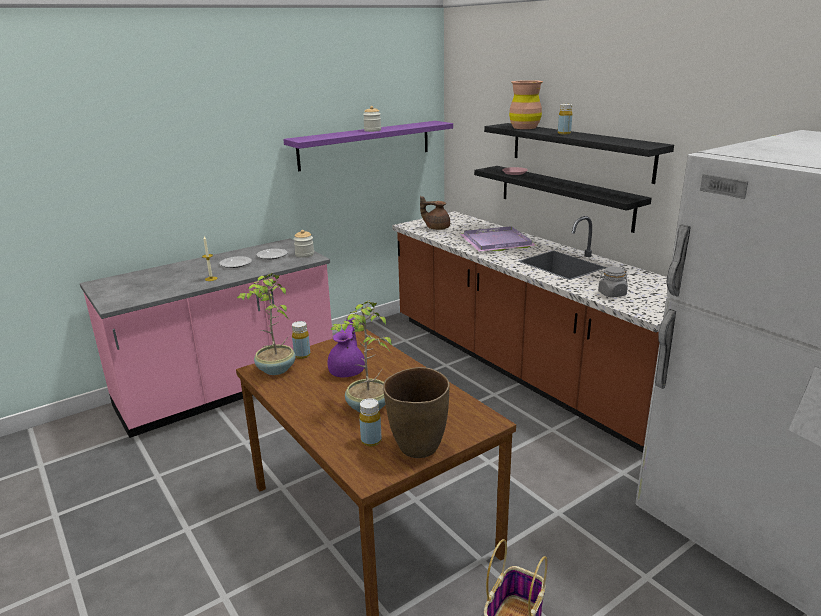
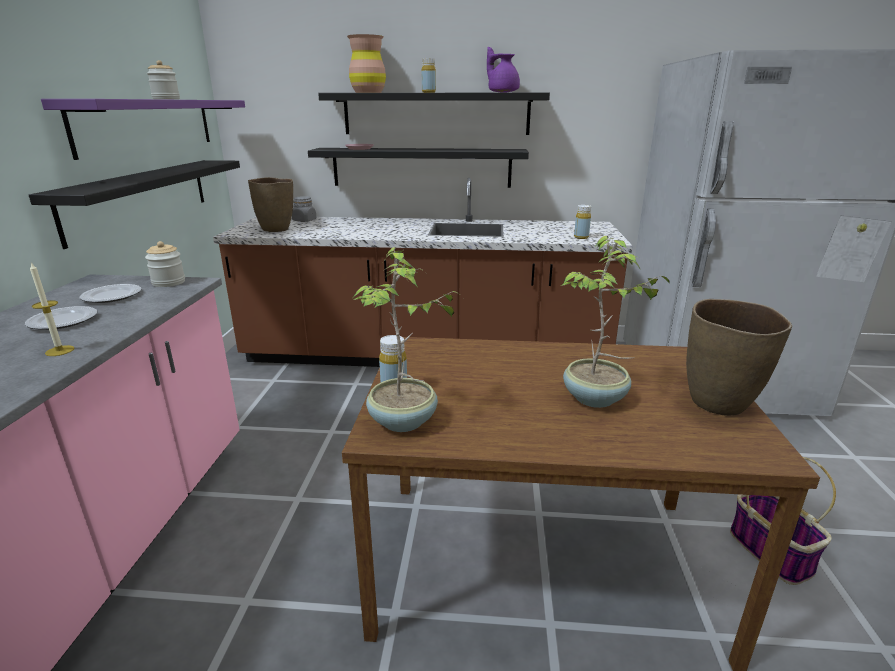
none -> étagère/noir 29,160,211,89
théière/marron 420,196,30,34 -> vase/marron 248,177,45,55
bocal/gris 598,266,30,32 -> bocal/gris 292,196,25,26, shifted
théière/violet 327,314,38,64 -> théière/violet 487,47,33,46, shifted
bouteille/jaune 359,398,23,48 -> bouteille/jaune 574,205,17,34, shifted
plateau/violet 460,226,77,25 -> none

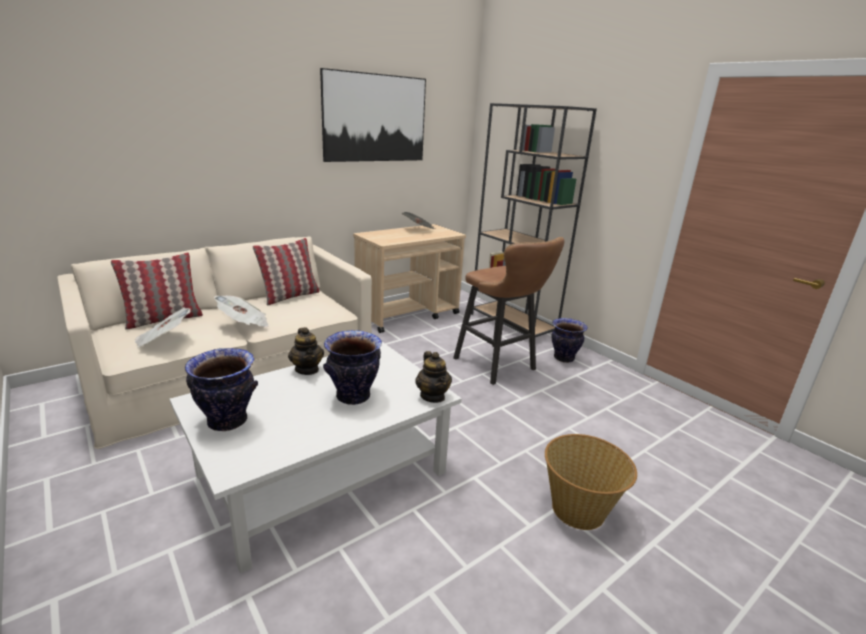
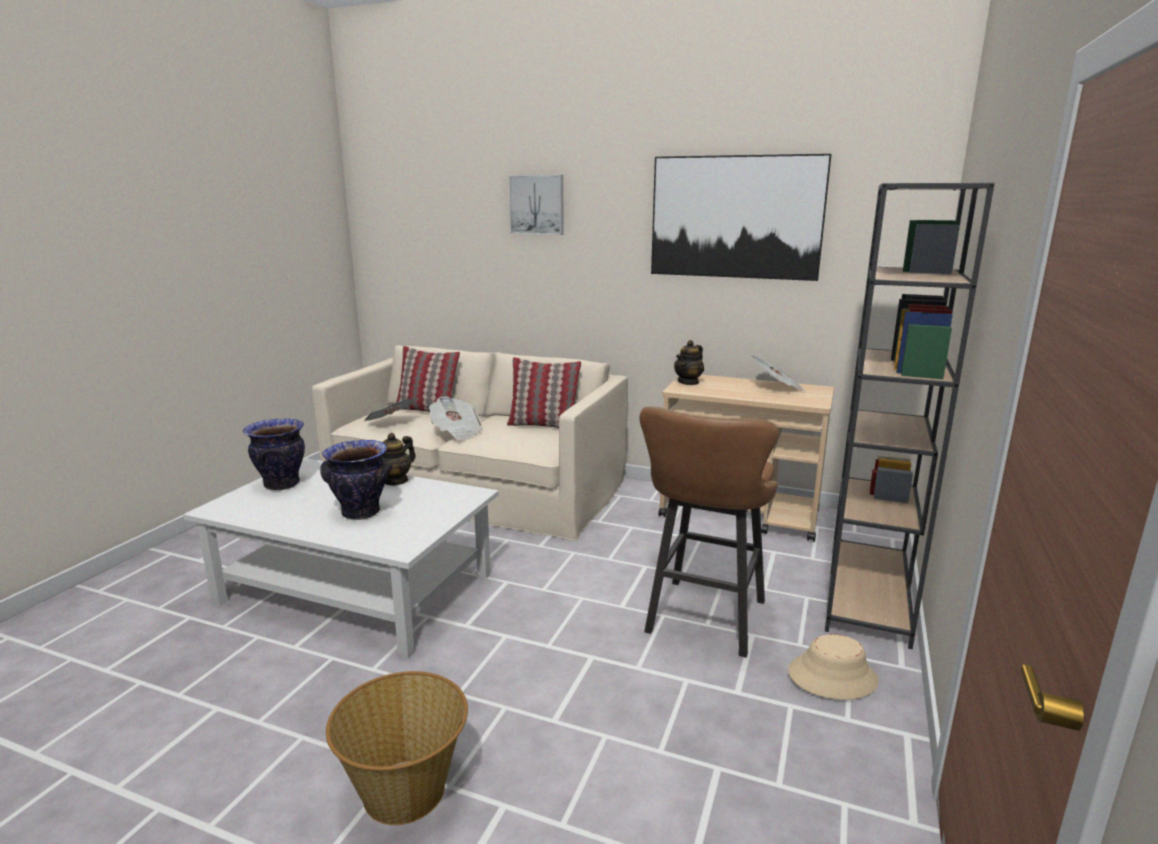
none -> tableau 508,175,56,60
théière 415,351,37,52 -> théière 674,340,30,45, shifted
vase 551,318,37,45 -> chapeau/beige 788,634,91,66

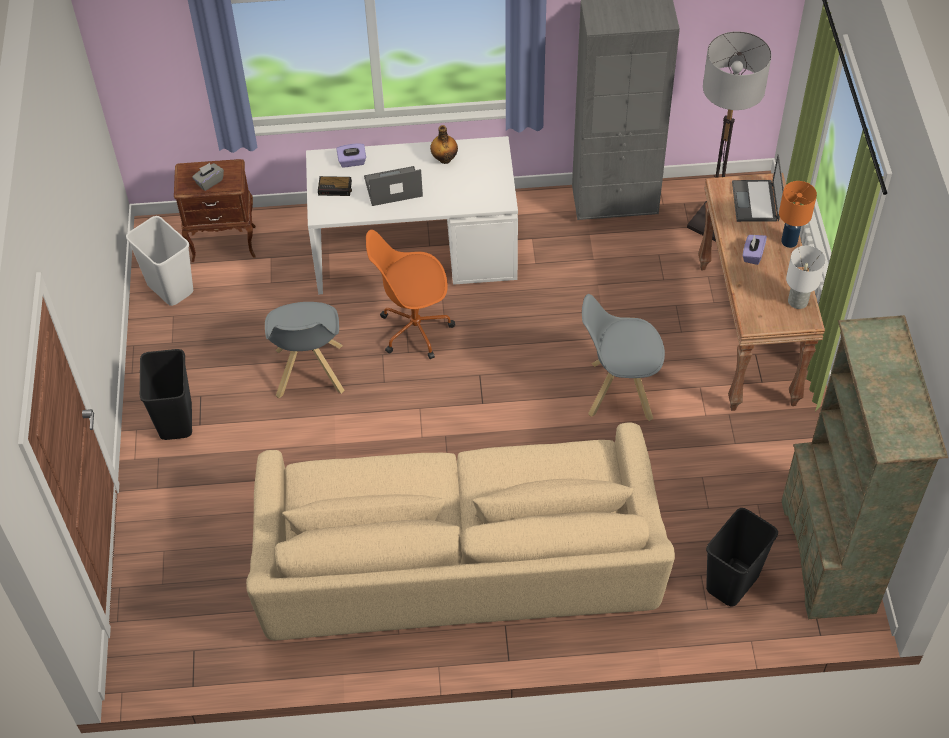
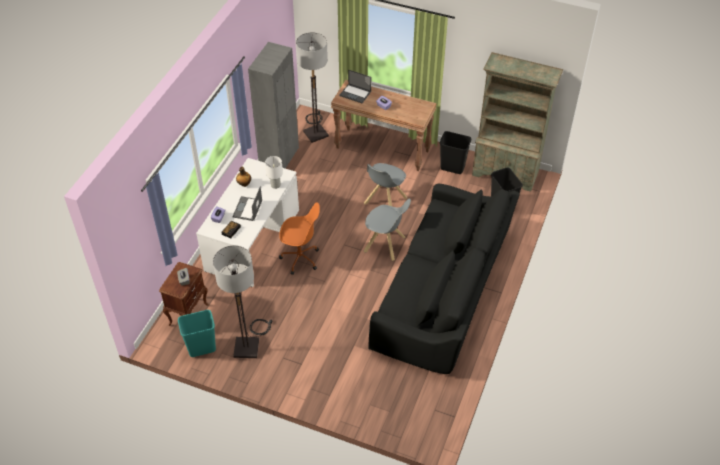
poubelle/blanc 126,216,67,90 -> poubelle/turquoise 178,310,38,47
none -> lampadaire 213,245,60,113
lampe de table/blanc 786,246,39,63 -> lampe de table/blanc 265,156,18,33, shifted
chaise de bureau/orange 366,230,89,129 -> chaise de bureau/orange 279,202,41,73, 105 degrees counterclockwise
chaise/gris 265,302,80,97 -> chaise/gris 364,198,47,63, shifted
canapé/beige 246,422,429,218 -> canapé/noir 368,184,152,190
poubelle/noir 140,349,52,91 -> poubelle/noir 440,131,31,43, shifted
lampe de table/orange 779,181,38,67 -> none

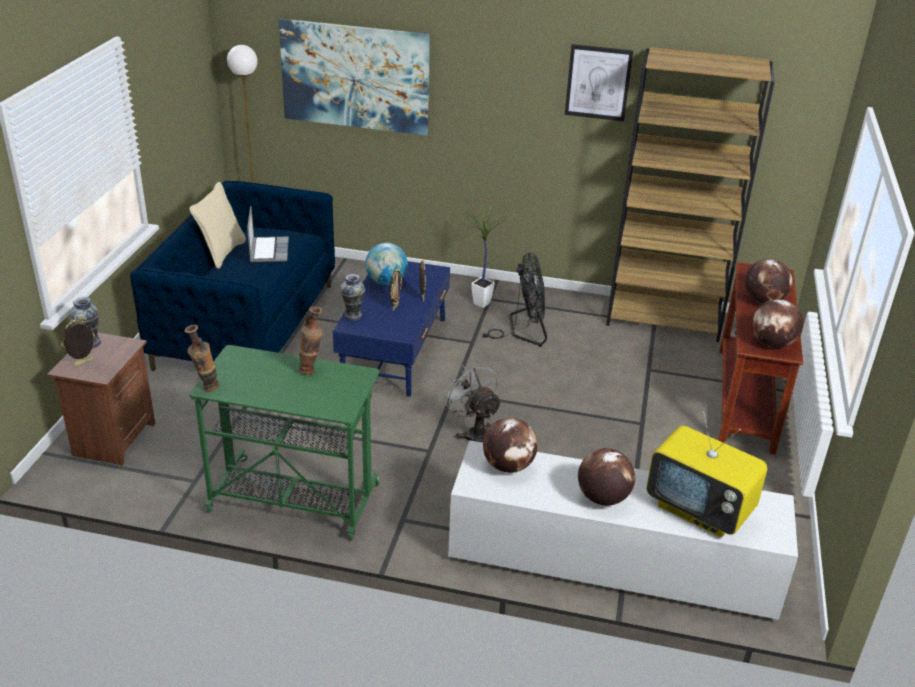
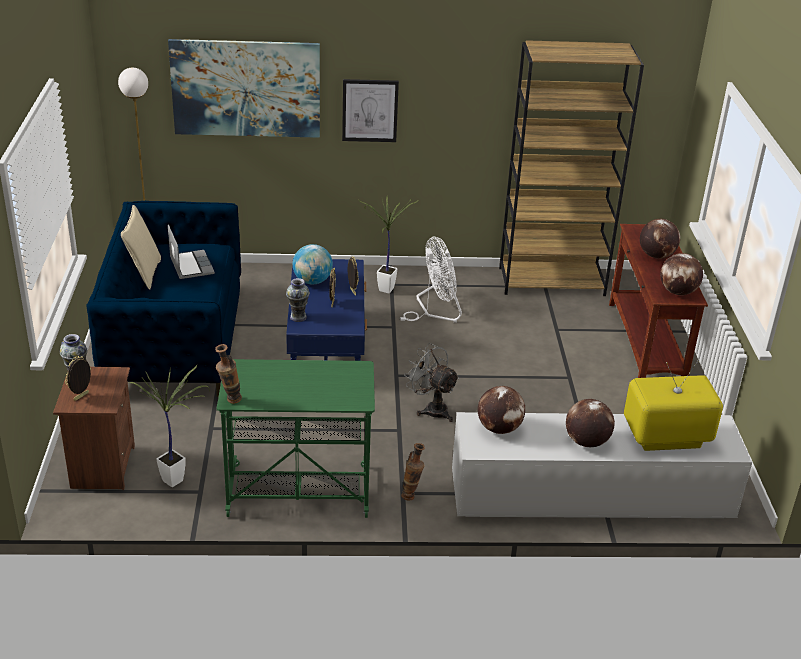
none -> plante en pot 128,365,81,122
tableau 565,44,68,77 -> tableau 342,79,57,63, shifted
ventilateur/noir 481,252,66,95 -> ventilateur/blanc 399,236,63,87
vase 299,306,24,69 -> vase 401,443,24,58, shifted
téléviseur 646,412,121,125 -> téléviseur 624,360,99,91, 150 degrees clockwise

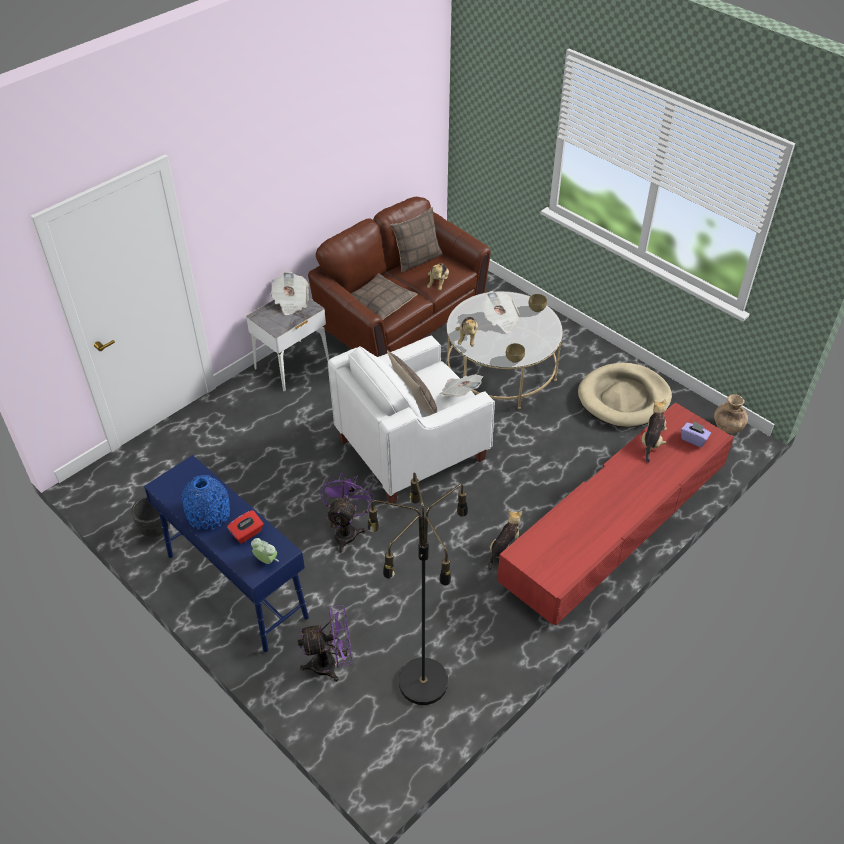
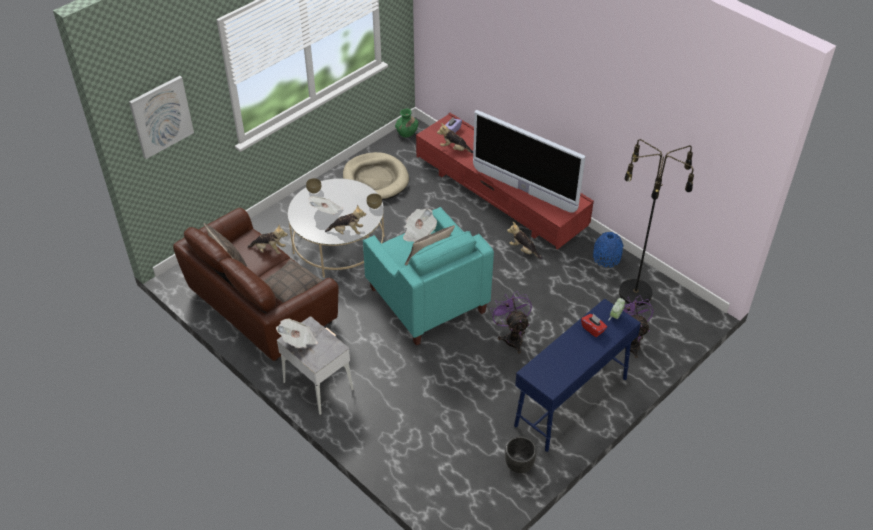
none -> tableau 129,76,65,83
fauteuil/blanc 328,336,167,167 -> fauteuil/turquoise 363,207,131,139
vase/marron 714,394,34,40 -> vase/vert 395,108,24,30
none -> téléviseur 473,110,112,103
ventilateur/violet 320,472,55,81 -> ventilateur/violet 490,291,42,63, 60 degrees clockwise
vase/bleu 181,475,49,55 -> vase/bleu 593,232,30,35, shifted

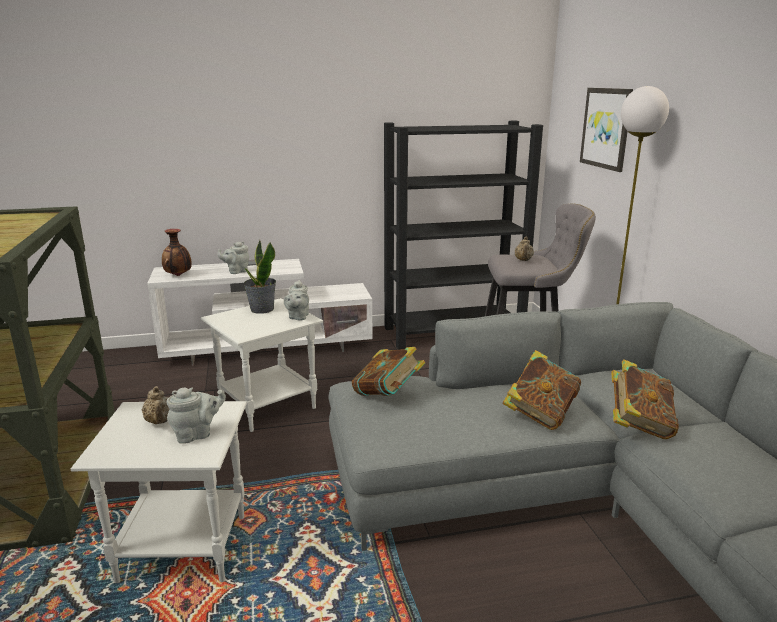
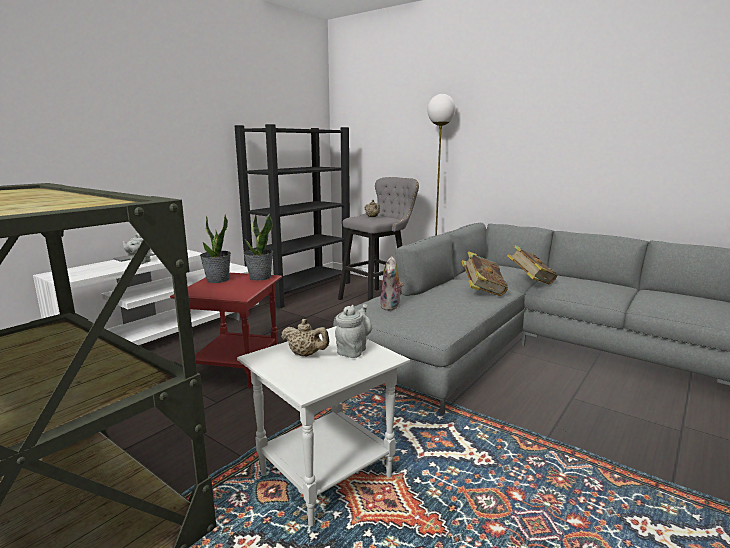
table d'appoint/blanc 201,298,122,134 -> table d'appoint/rouge 170,273,112,115
théière/gris 284,280,25,41 -> plante en pot 243,214,30,67
livre 352,347,74,49 -> peluche 380,256,24,55
vase 162,229,30,47 -> none
tableau 580,88,53,84 -> none

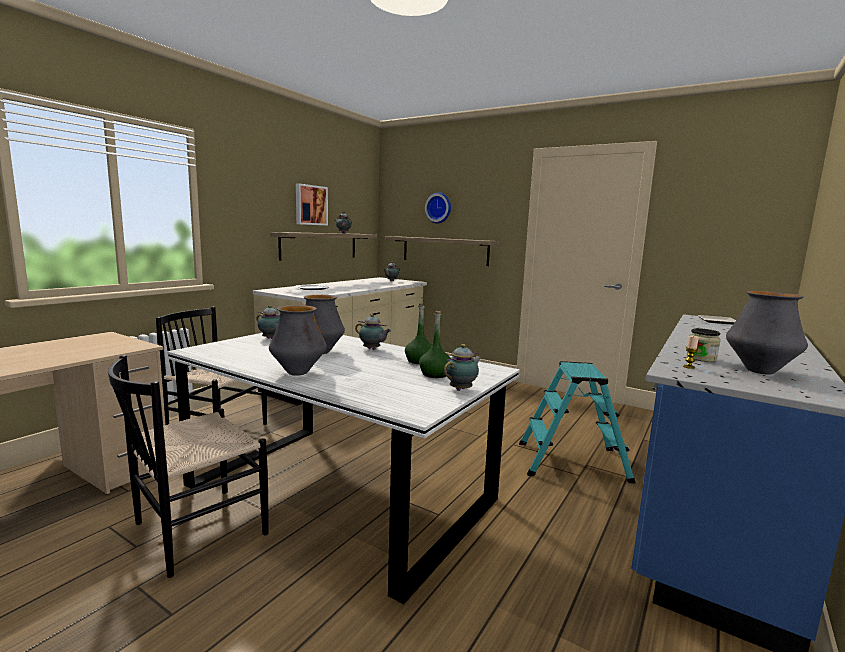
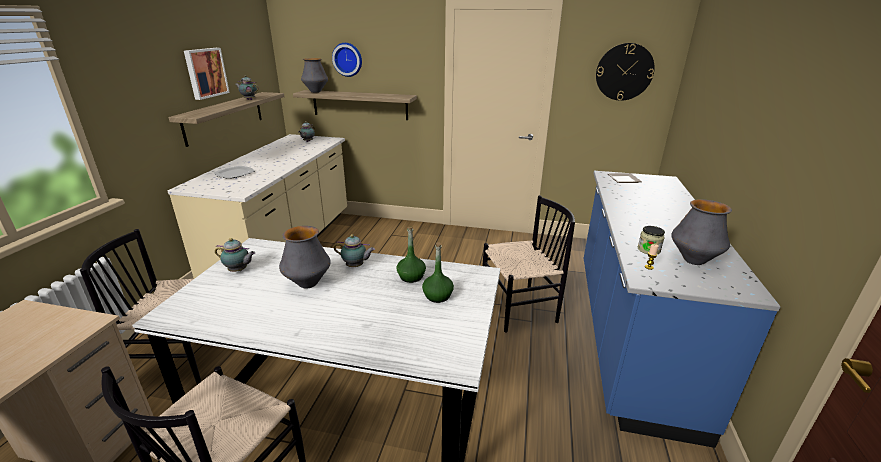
vase 269,305,58,71 -> vase 301,58,27,35, shifted
escabeau/turquoise 519,361,117,123 -> chaise/noir 482,195,93,138
none -> horloge murale 596,43,59,58
théière 444,344,37,47 -> none

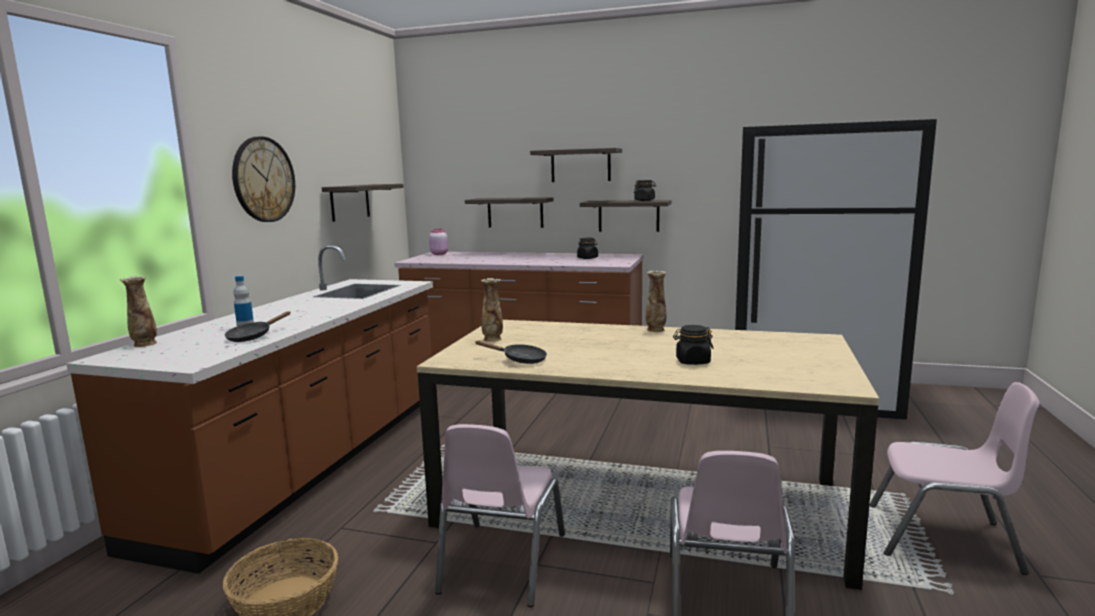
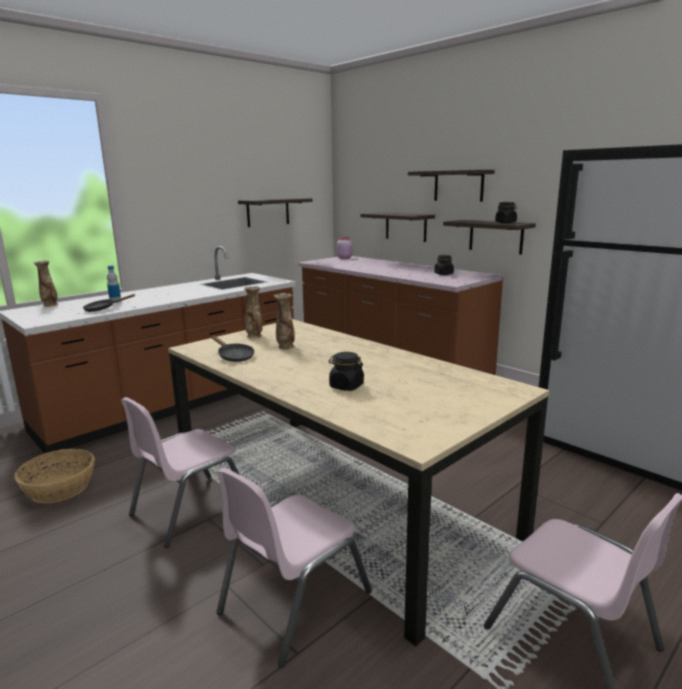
vase 646,271,20,61 -> vase 274,293,21,56, shifted
horloge murale 232,136,63,86 -> none

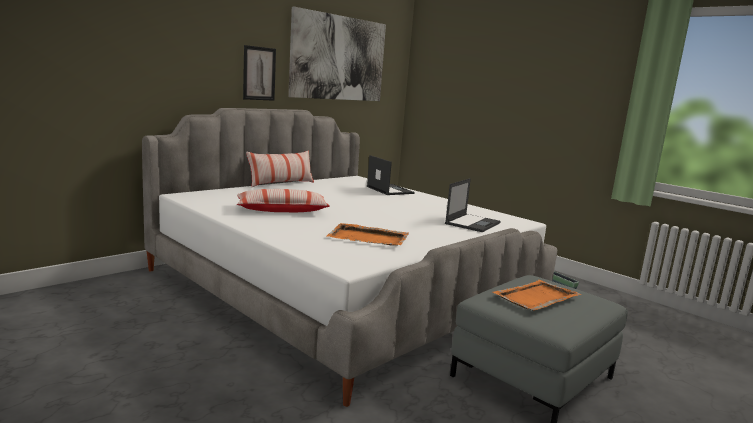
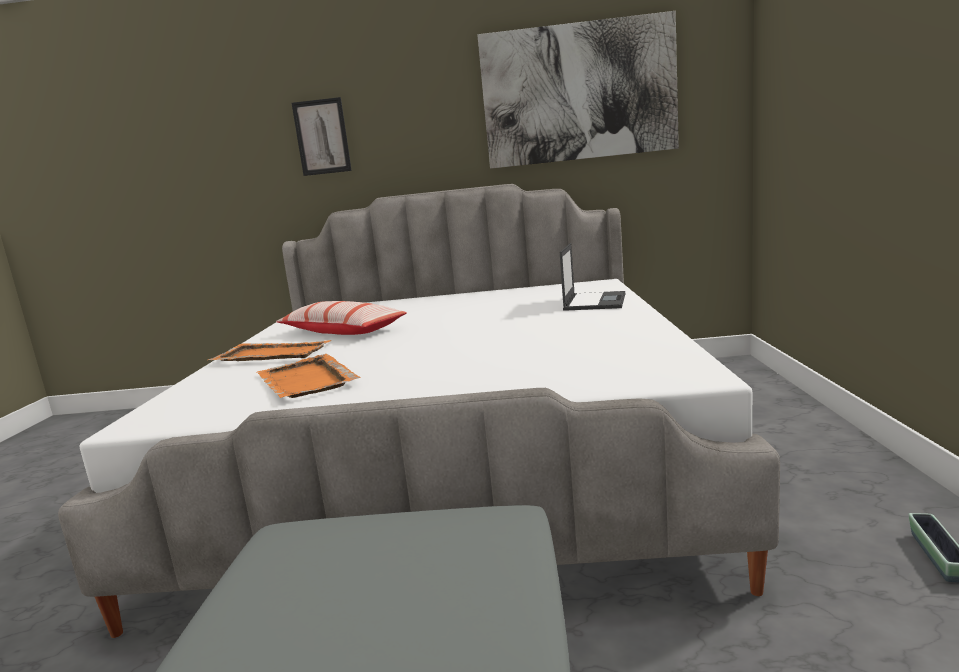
plateau/orange 492,280,89,31 -> plateau/orange 208,340,123,21, shifted
tableau 243,45,33,56 -> tableau 292,97,60,79, shifted
coussin 246,150,68,37 -> none
ordinateur portable 445,178,56,54 -> none

